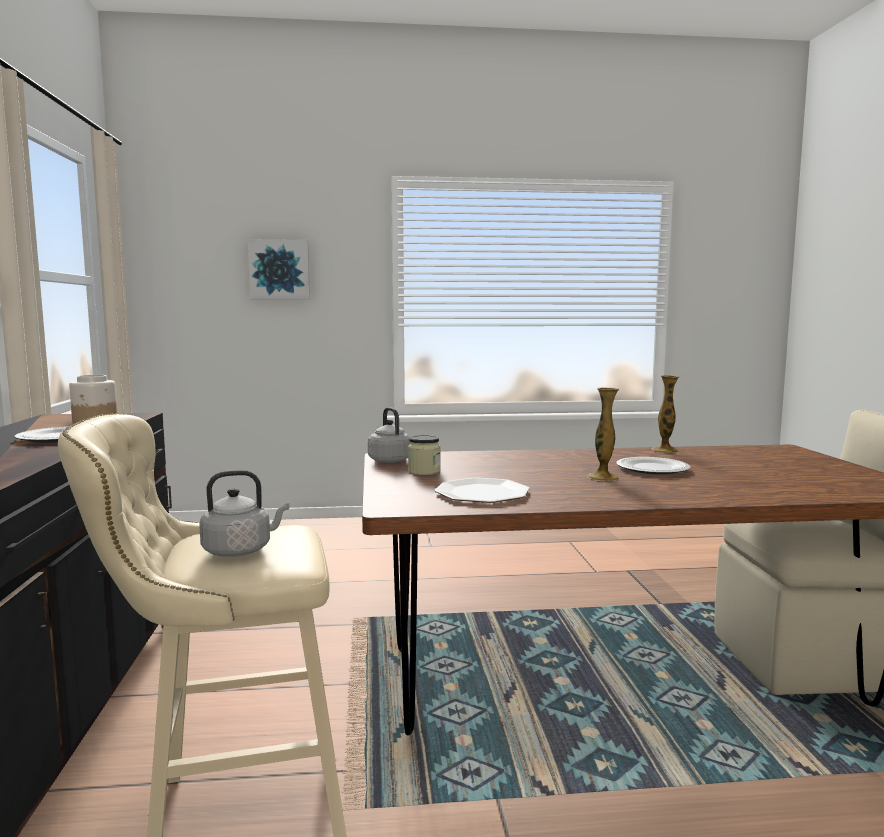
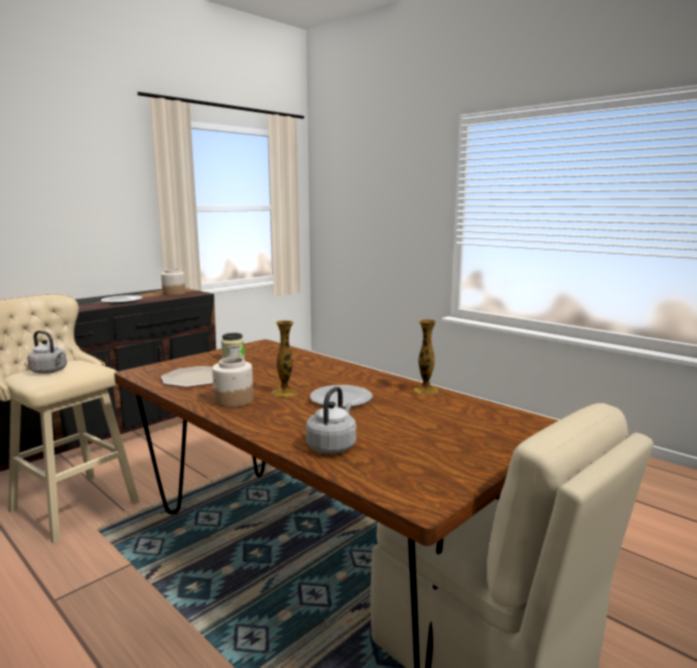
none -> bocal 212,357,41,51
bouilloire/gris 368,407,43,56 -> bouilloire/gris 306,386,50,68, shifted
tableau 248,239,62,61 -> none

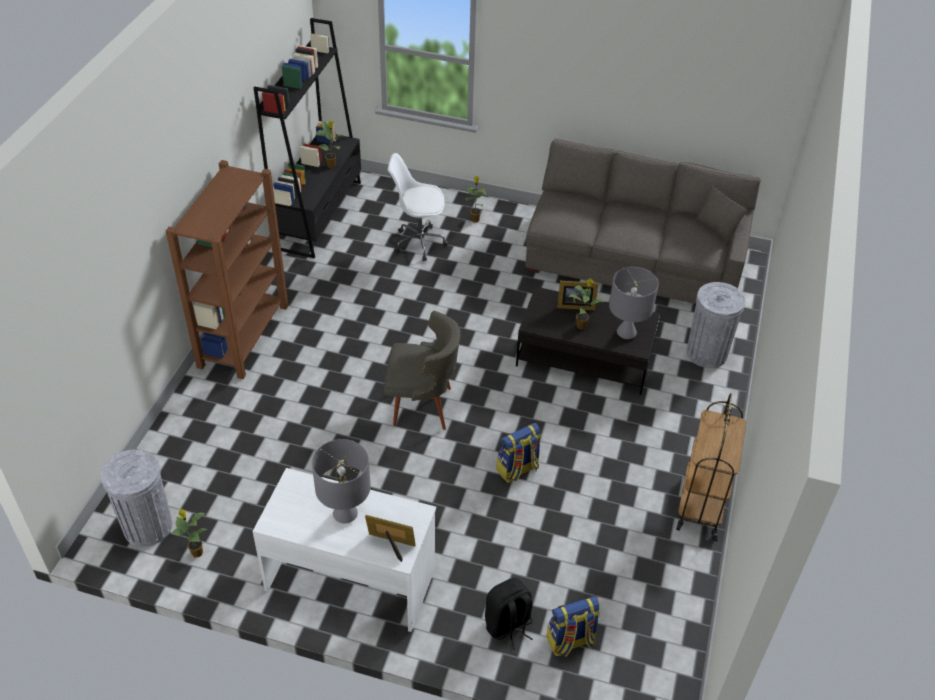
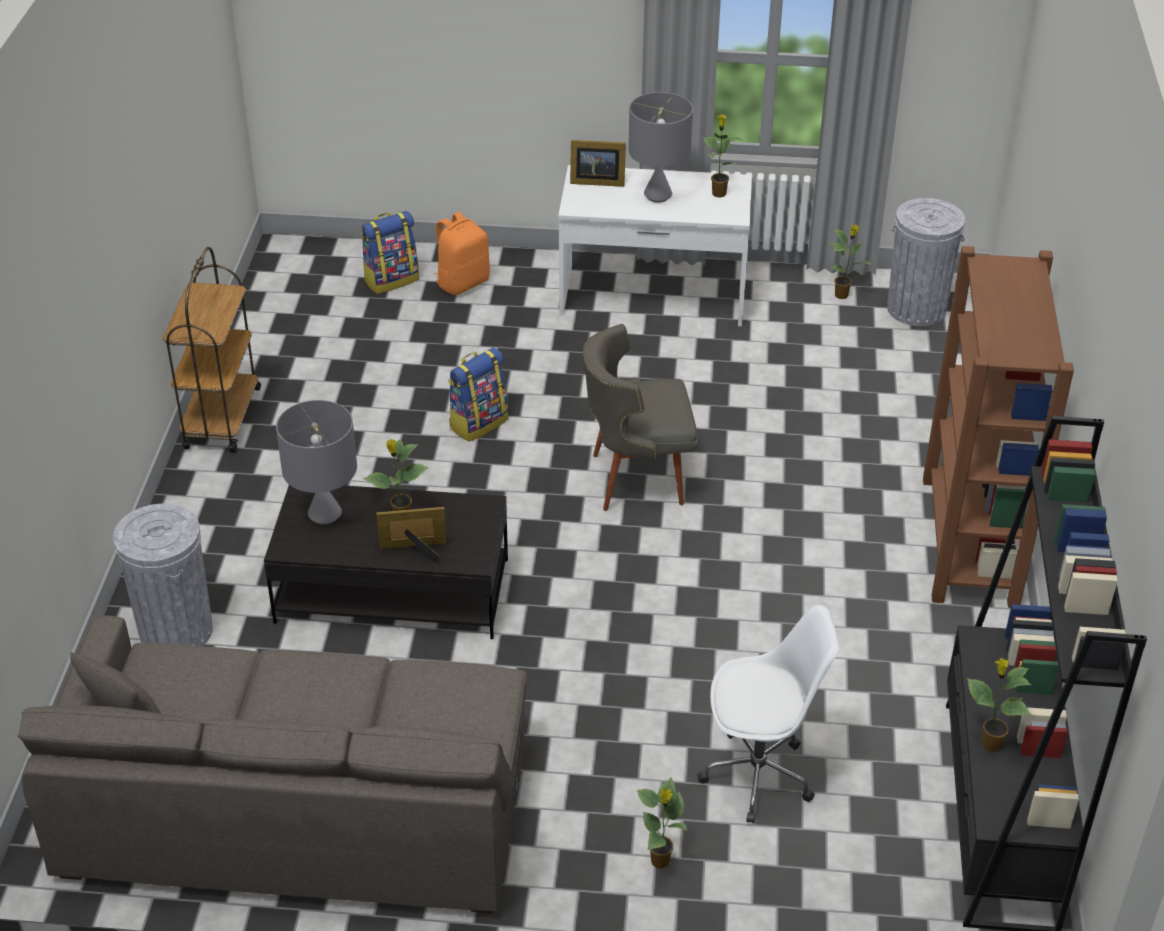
sac à dos/noir 485,578,48,72 -> sac à dos/orange 434,212,56,83
none -> plante en pot 703,115,40,83

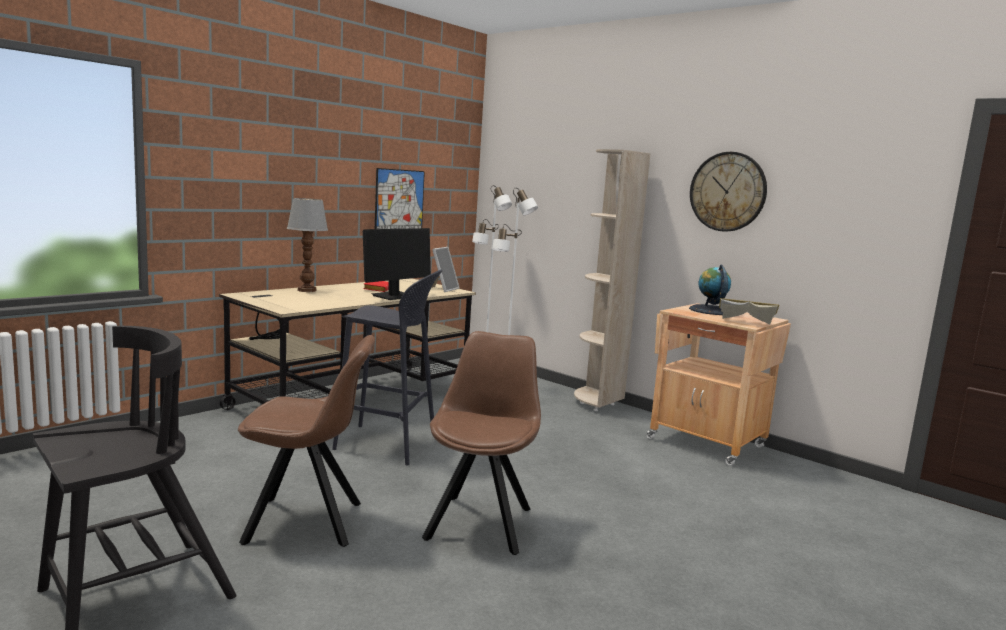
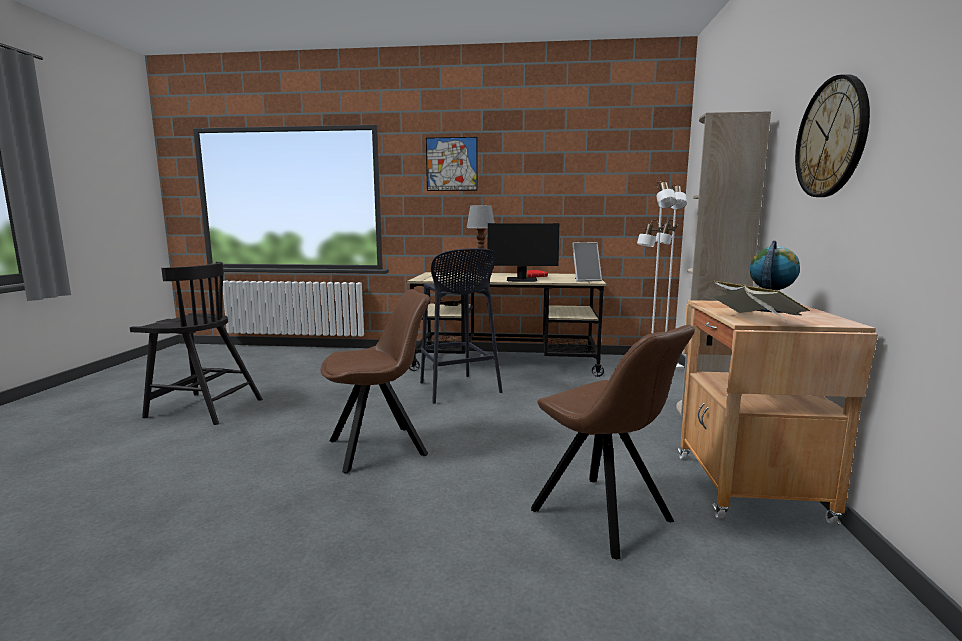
tableau 375,168,50,61 -> tableau 426,137,51,54, shifted
chaise/marron 238,335,137,212 -> chaise/marron 531,325,164,234, shifted

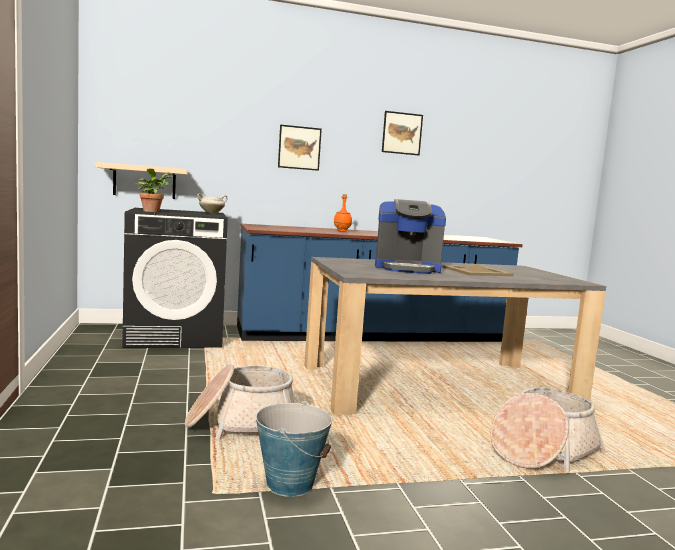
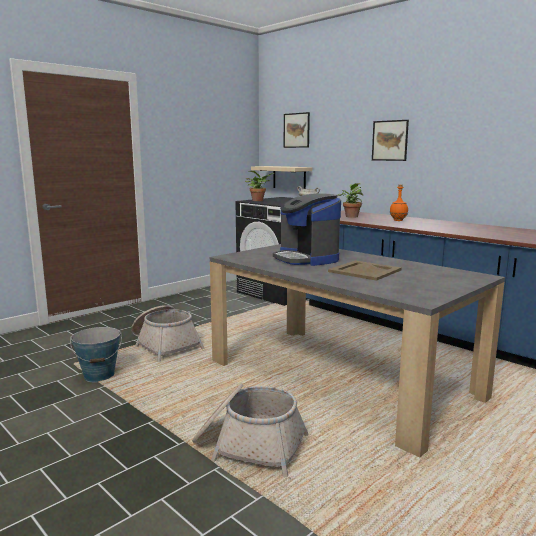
tableau 382,111,41,44 -> tableau 284,112,26,36, shifted
none -> plante en pot 337,183,26,35

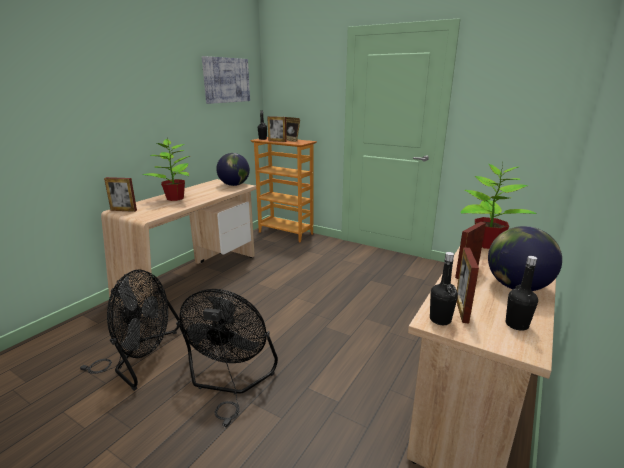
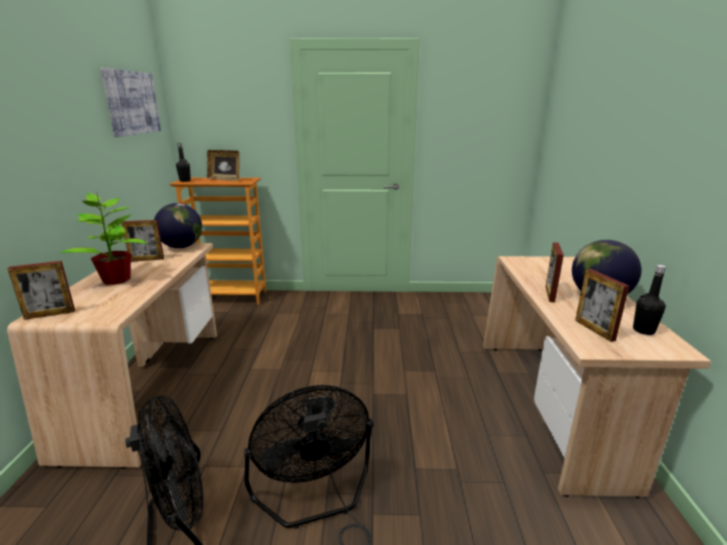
cadre photo 267,116,20,26 -> cadre photo 121,220,43,42, shifted
bouteille/noir 430,252,28,73 -> none
plante en pot 460,162,77,87 -> none

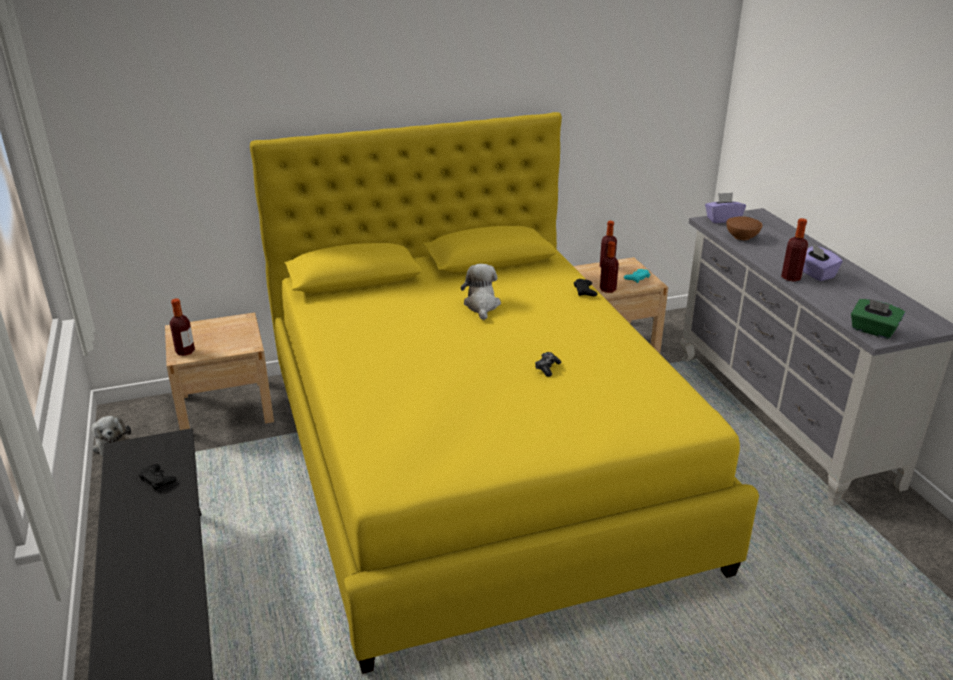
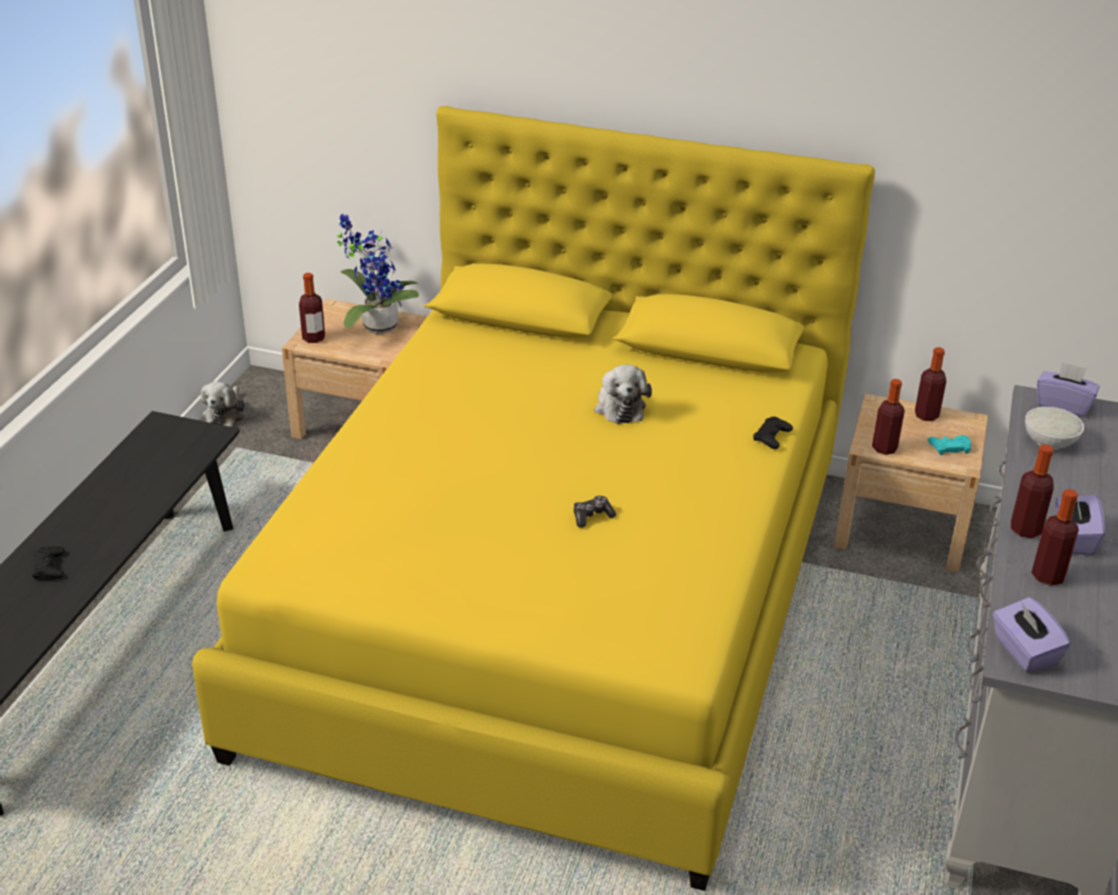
manette/noir 139,464,38,26 -> manette/noir 32,546,33,33, shifted
none -> plante en pot 337,214,82,120
peluche 461,264,40,56 -> peluche 594,365,58,59, 135 degrees clockwise
boîte à mouchoirs/vert 851,299,54,40 -> boîte à mouchoirs/violet 993,597,77,75
bol/marron 726,216,36,24 -> bol/blanc 1025,407,59,43
none -> bouteille 1031,489,48,97

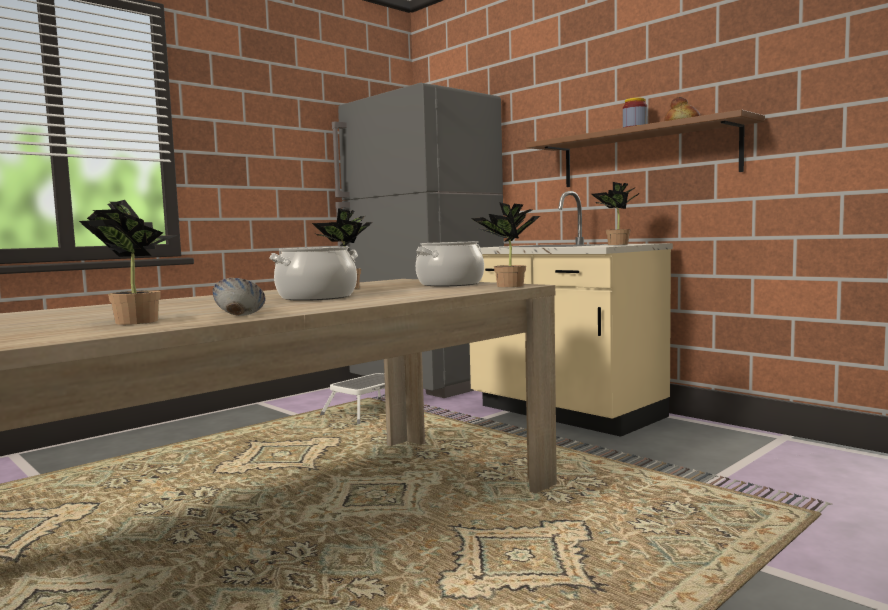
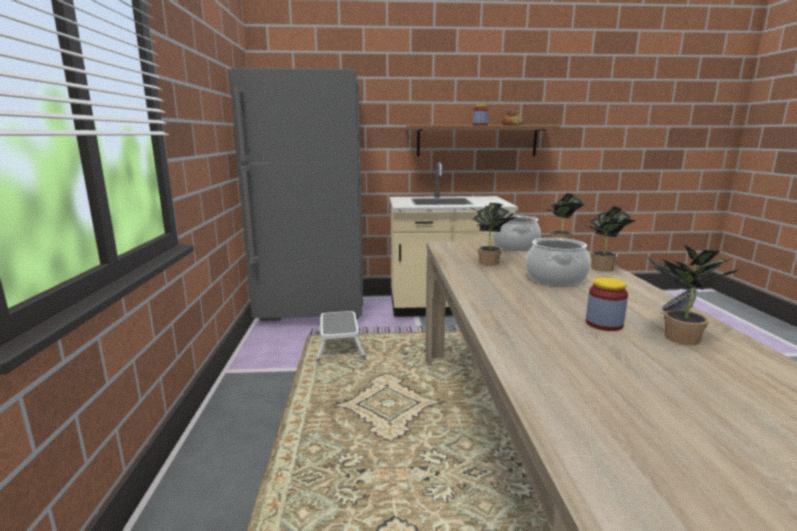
none -> bocal 586,278,42,53
plante en pot 591,182,49,63 -> plante en pot 587,206,49,66, shifted

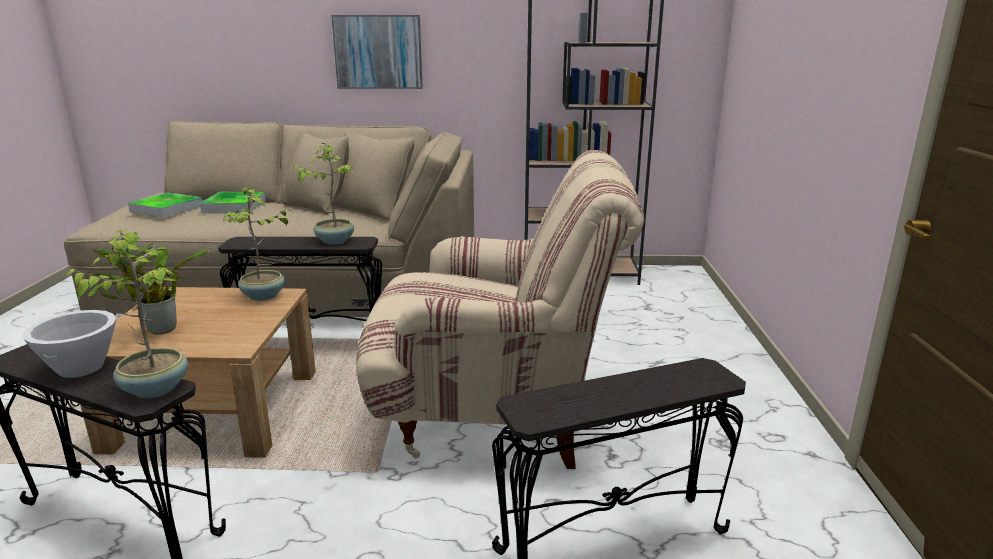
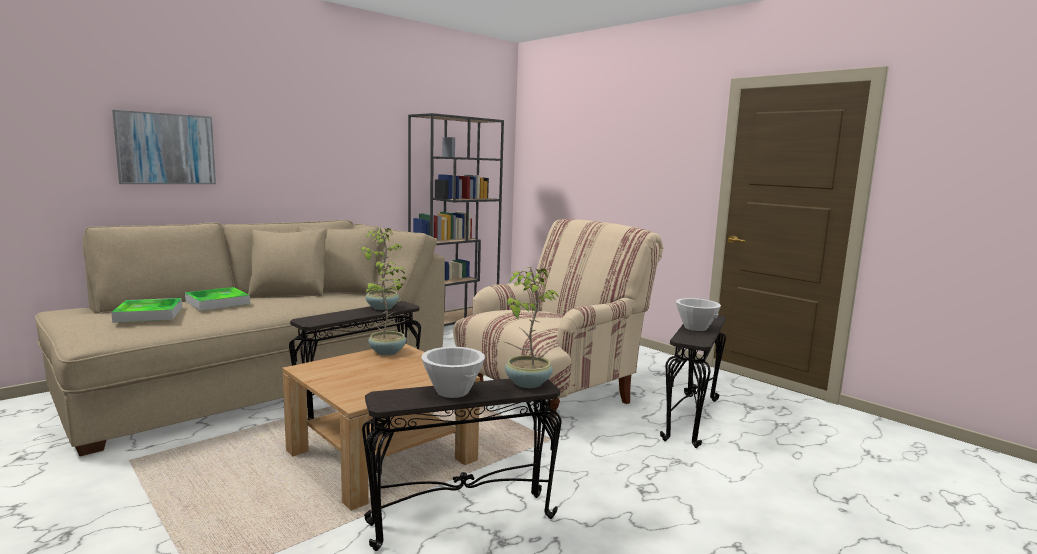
tableau 331,15,92,74 -> tableau 112,110,104,74, shifted
none -> bol/blanc 676,298,45,33
plante en pot 88,232,122,102 -> none

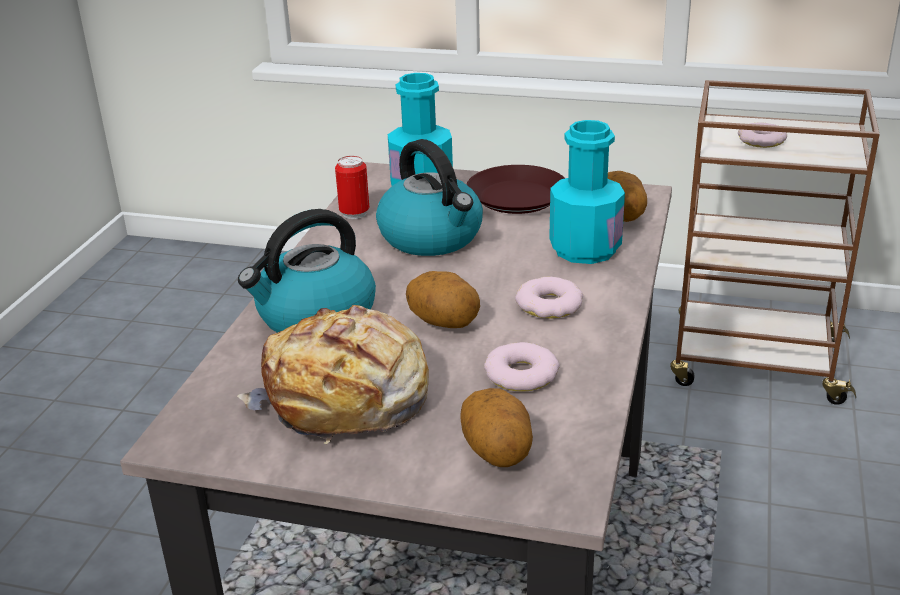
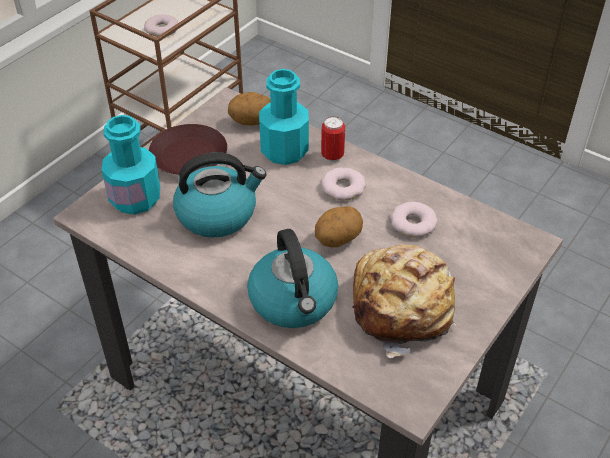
boîte métallique 335,156,34,63 -> boîte métallique 321,117,24,45, shifted
pomme de terre 460,388,73,79 -> none

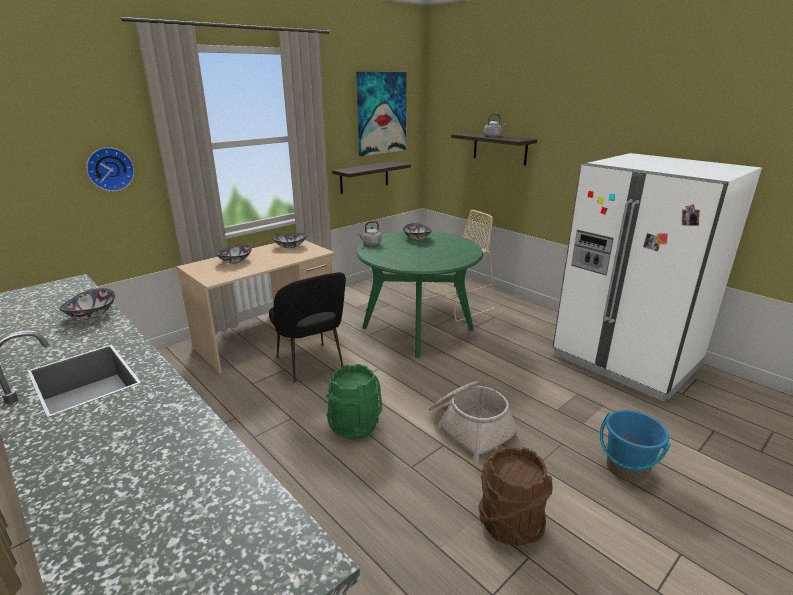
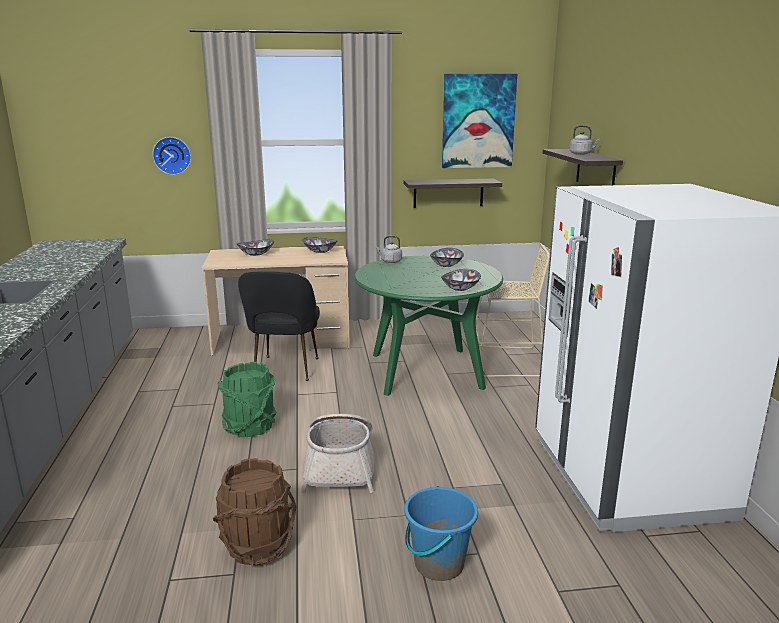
bol 60,288,55,32 -> bol 441,269,40,22, shifted

